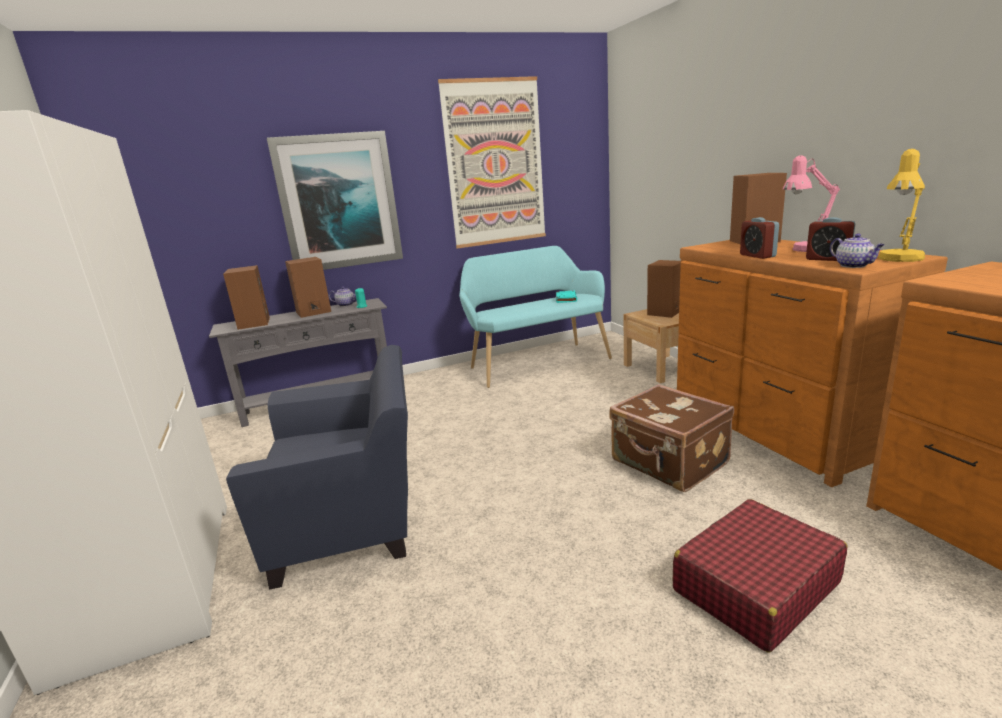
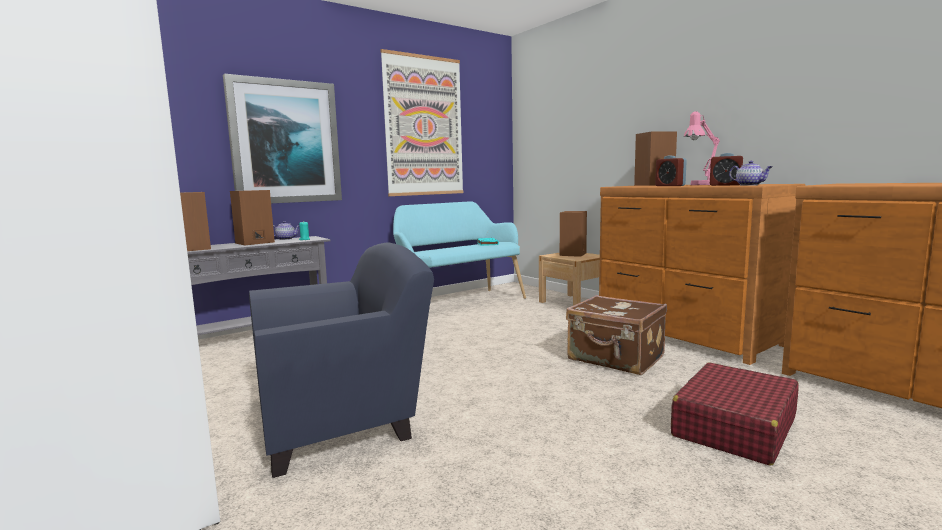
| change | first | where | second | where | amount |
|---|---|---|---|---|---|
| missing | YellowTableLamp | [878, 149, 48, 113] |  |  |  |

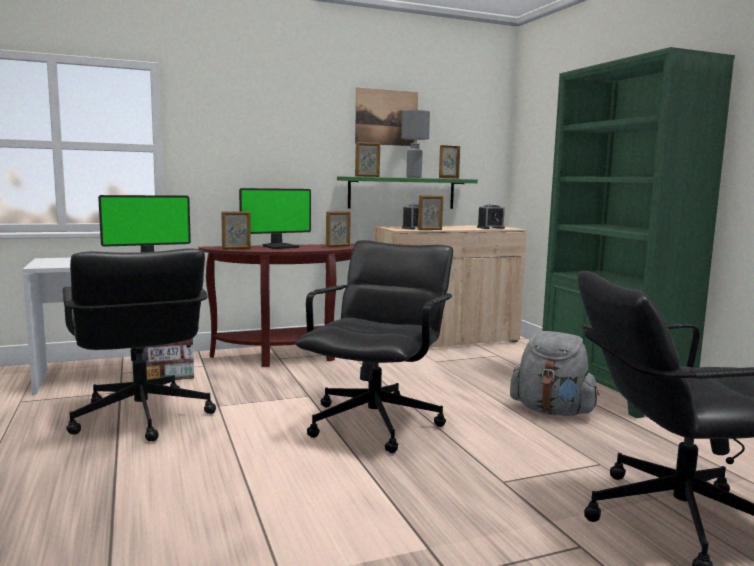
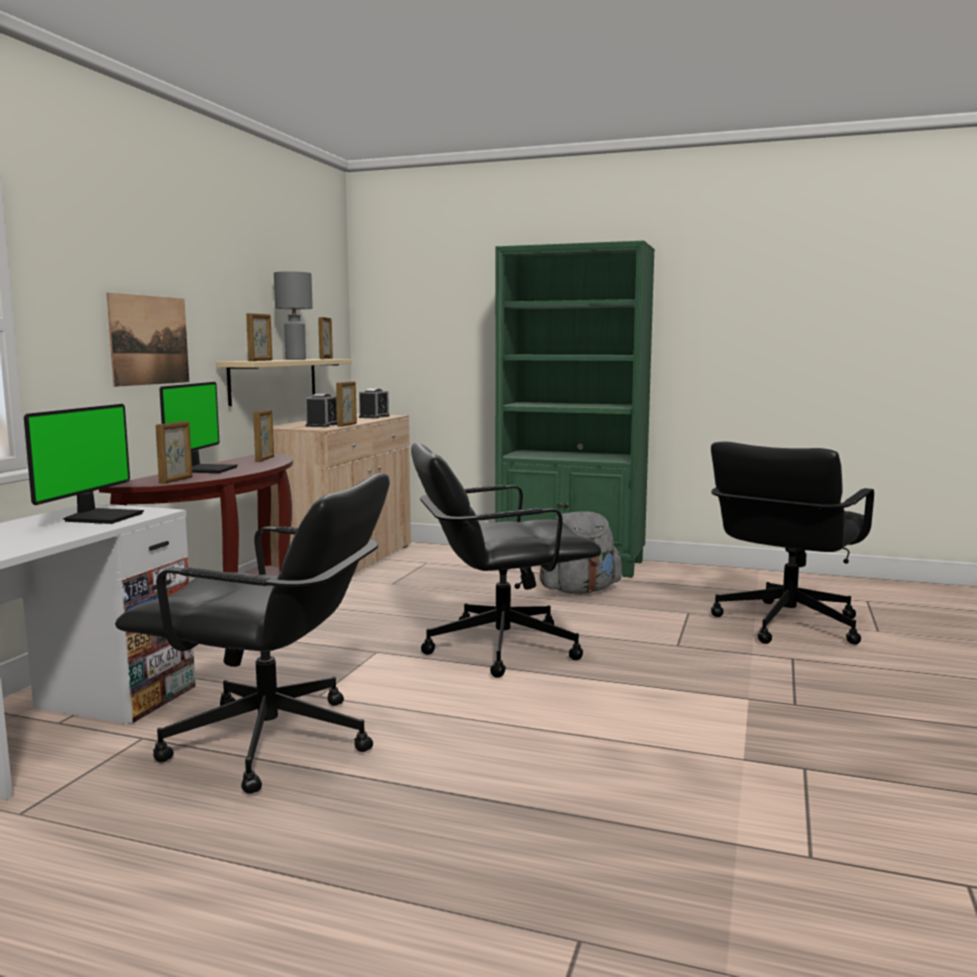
| change | first | where | second | where | amount |
|---|---|---|---|---|---|
| relocated | Picture | [355, 88, 63, 58] |  | [107, 293, 82, 94] |  |
| colour | GreenShelf | [337, 176, 141, 33] | BeigeShelf | [216, 359, 136, 47] |  |
| spun | BlackOfficeChair | [295, 240, 158, 213] |  | [411, 443, 190, 235] | 75 degrees counterclockwise |

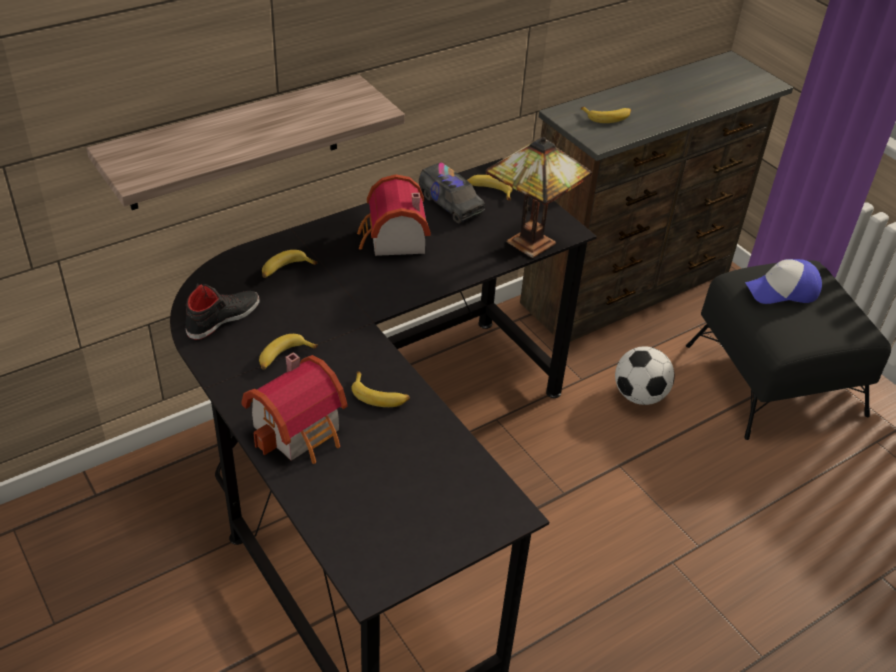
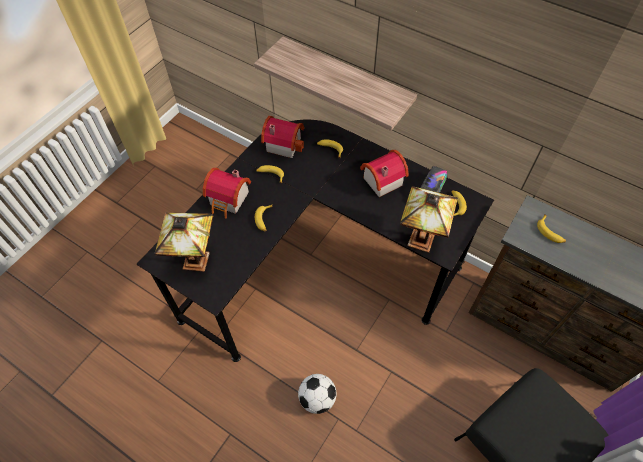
| change | first | where | second | where | amount |
|---|---|---|---|---|---|
| missing | Cap | [745, 259, 77, 45] |  |  |  |
| exchanged | BlackShoe | [185, 283, 75, 57] | ToyHouse | [261, 116, 43, 42] |  |
| relocated | Football | [615, 346, 60, 59] |  | [298, 374, 39, 40] |  |
| appeared |  |  | TableLamp | [154, 212, 59, 60] |  |

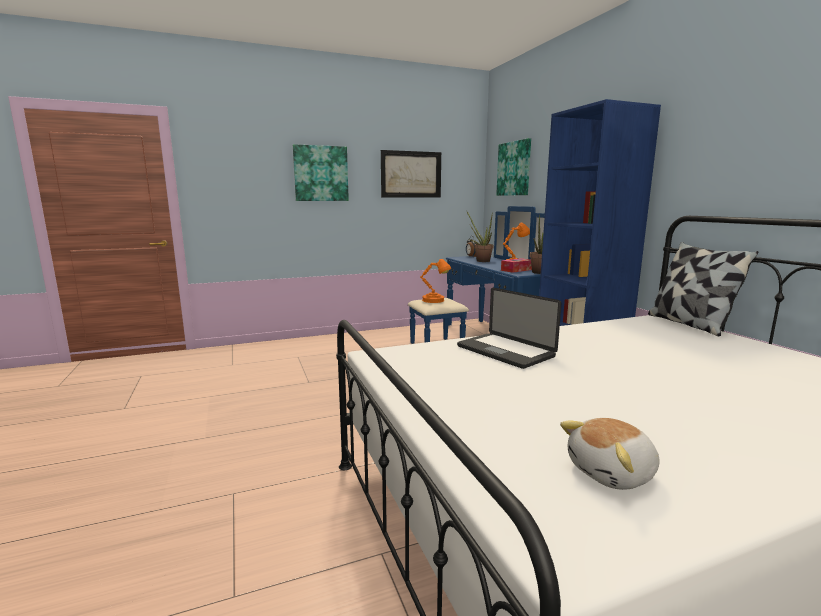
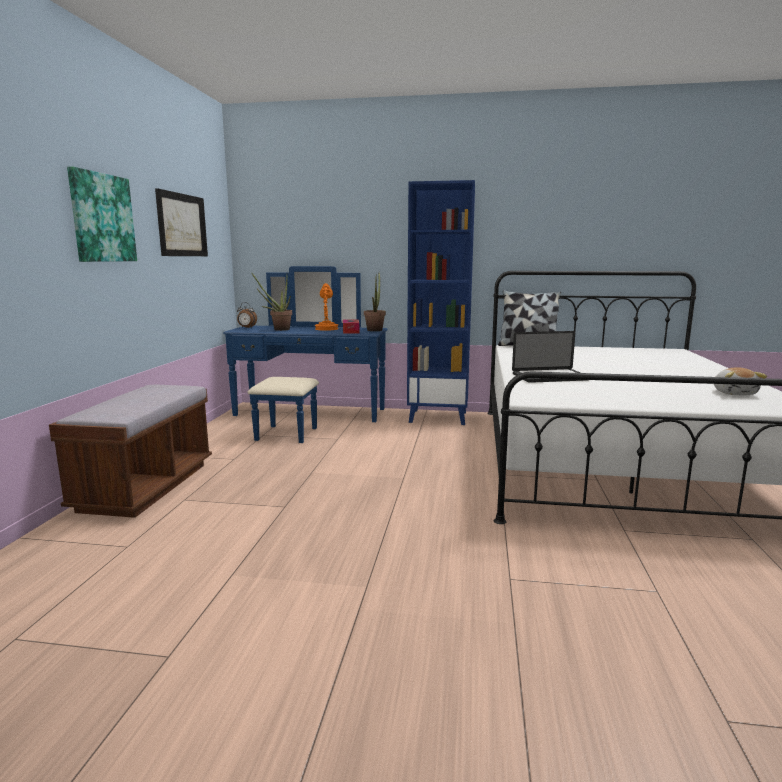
| change | first | where | second | where | amount |
|---|---|---|---|---|---|
| missing | Picture | [496, 138, 35, 58] |  |  |  |
| missing | OrangeTableLamp | [420, 259, 31, 44] |  |  |  |
| appeared |  |  | BrownBench | [49, 385, 163, 133] |  |

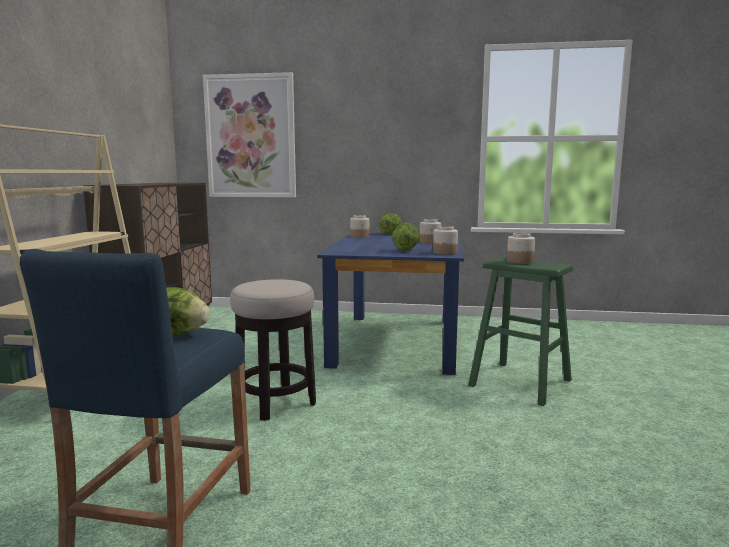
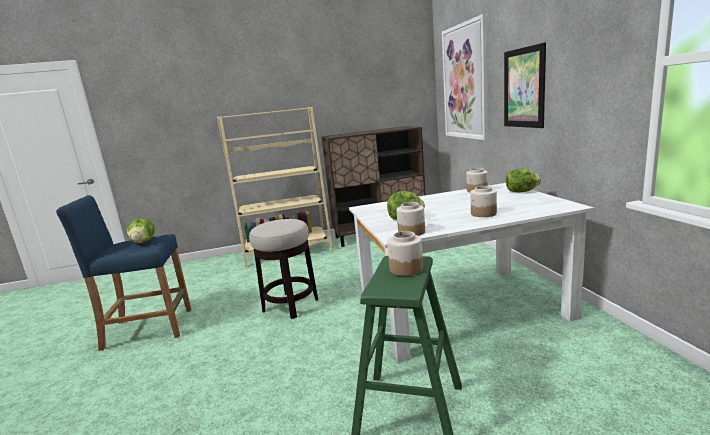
| change | first | where | second | where | amount |
|---|---|---|---|---|---|
| colour | BlueDiningTable | [317, 232, 147, 143] | WhiteDiningTable | [349, 183, 245, 179] |  |
| appeared |  |  | Picture | [504, 42, 42, 86] |  |

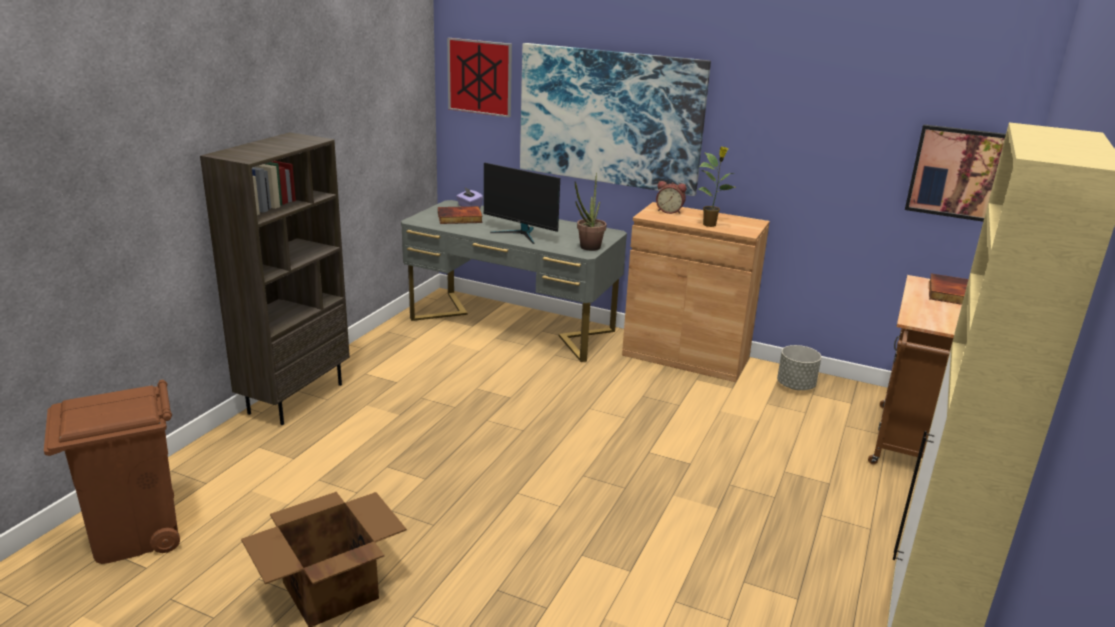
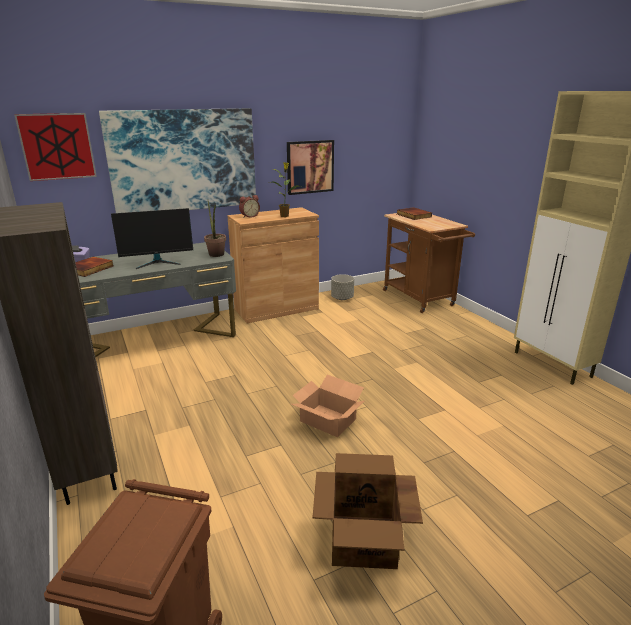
| change | first | where | second | where | amount |
|---|---|---|---|---|---|
| relocated | Picture | [905, 124, 101, 98] |  | [287, 140, 47, 55] |  |
| appeared |  |  | CardboardBox | [292, 374, 72, 63] |  |

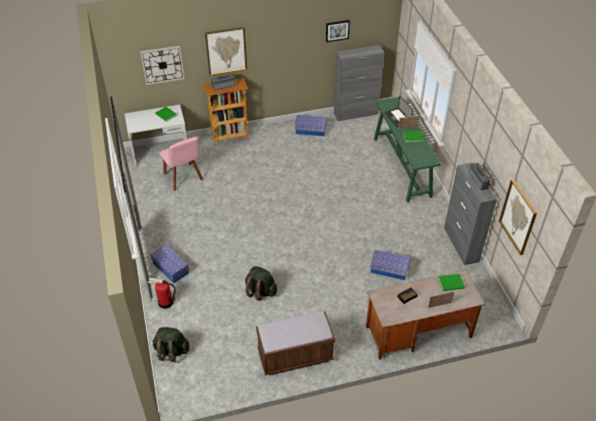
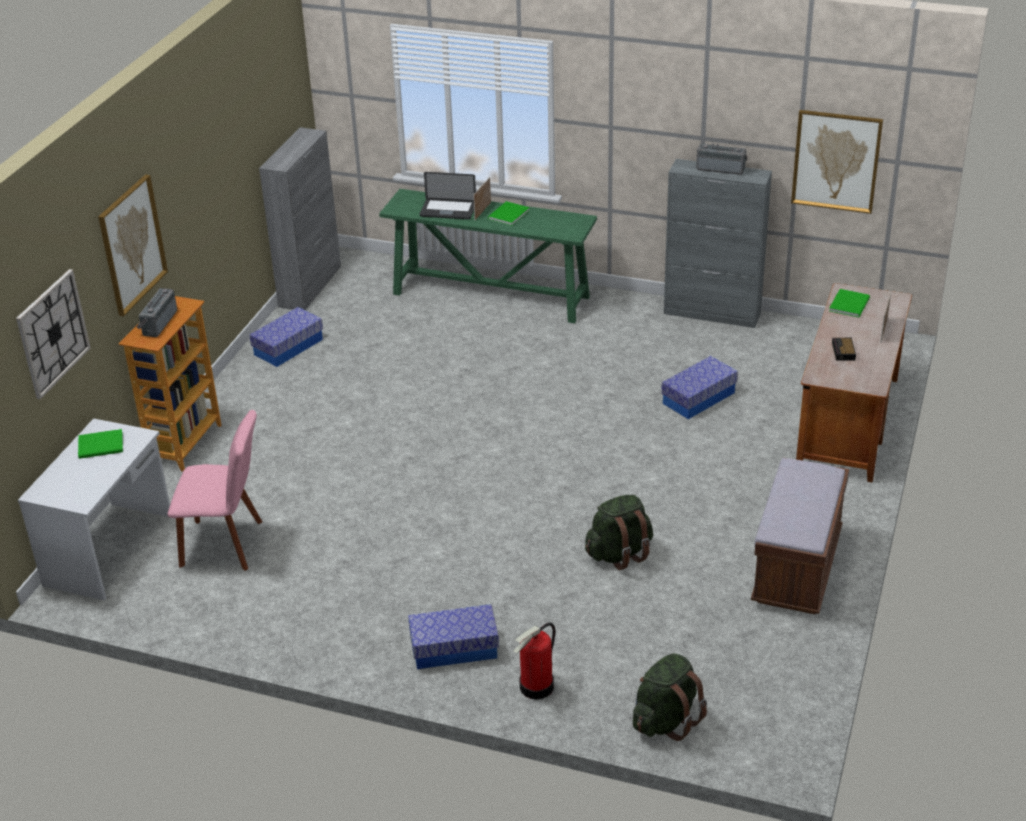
| change | first | where | second | where | amount |
|---|---|---|---|---|---|
| missing | Picture | [326, 20, 24, 22] |  |  |  |

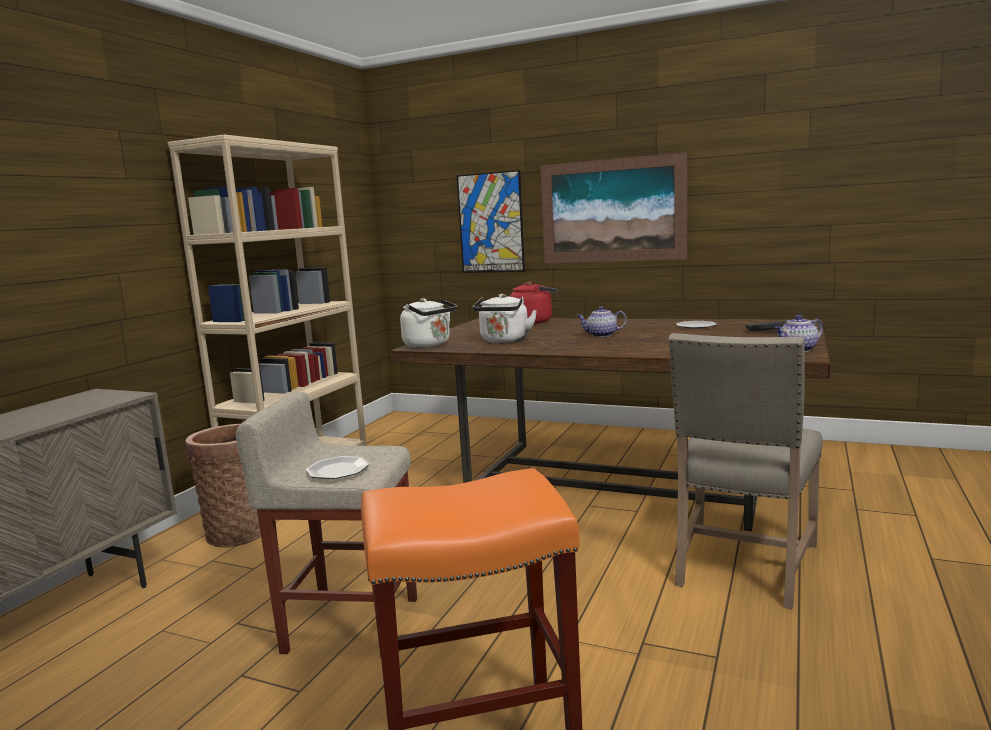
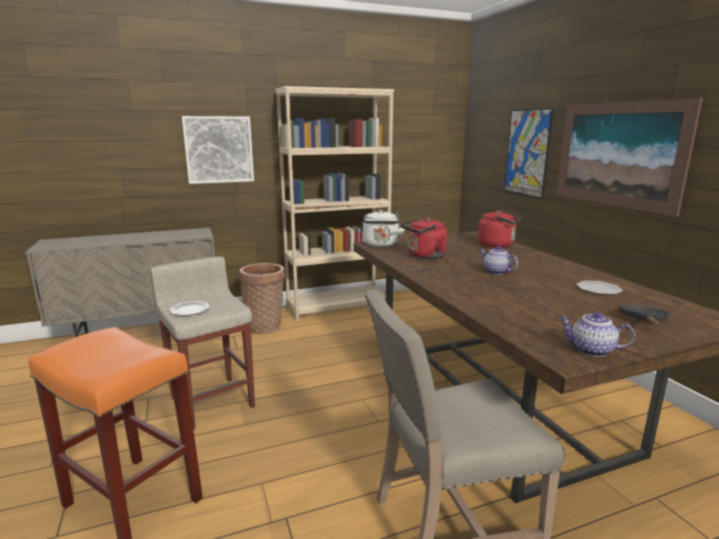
| change | first | where | second | where | amount |
|---|---|---|---|---|---|
| colour | WhiteKettle | [473, 294, 64, 49] | RedKettle | [401, 217, 46, 41] |  |
| appeared |  |  | Picture | [182, 116, 72, 68] |  |

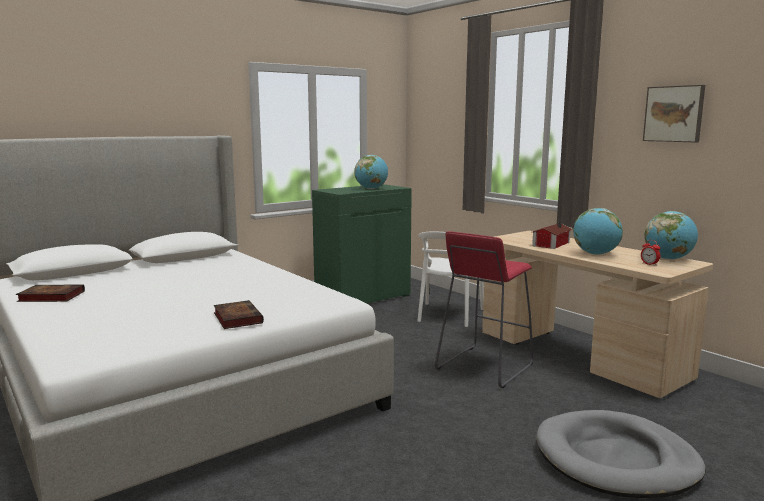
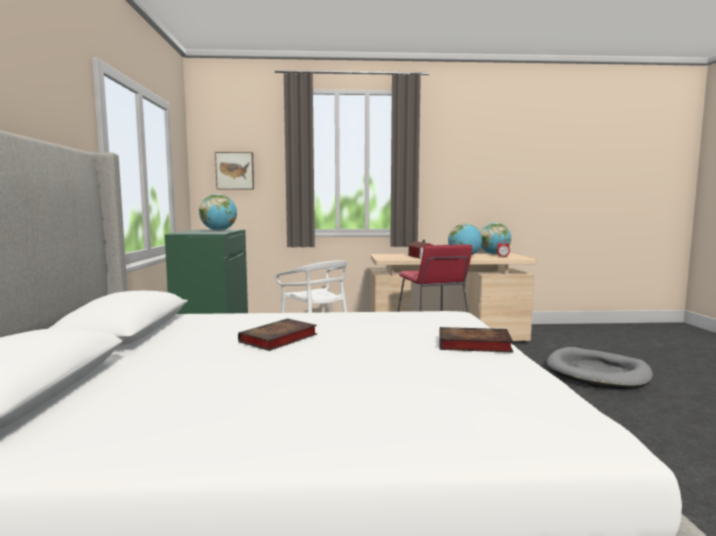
| change | first | where | second | where | amount |
|---|---|---|---|---|---|
| relocated | Picture | [643, 85, 62, 57] |  | [215, 152, 39, 38] |  |
| relocated | Book | [16, 284, 69, 18] |  | [238, 318, 79, 33] |  |

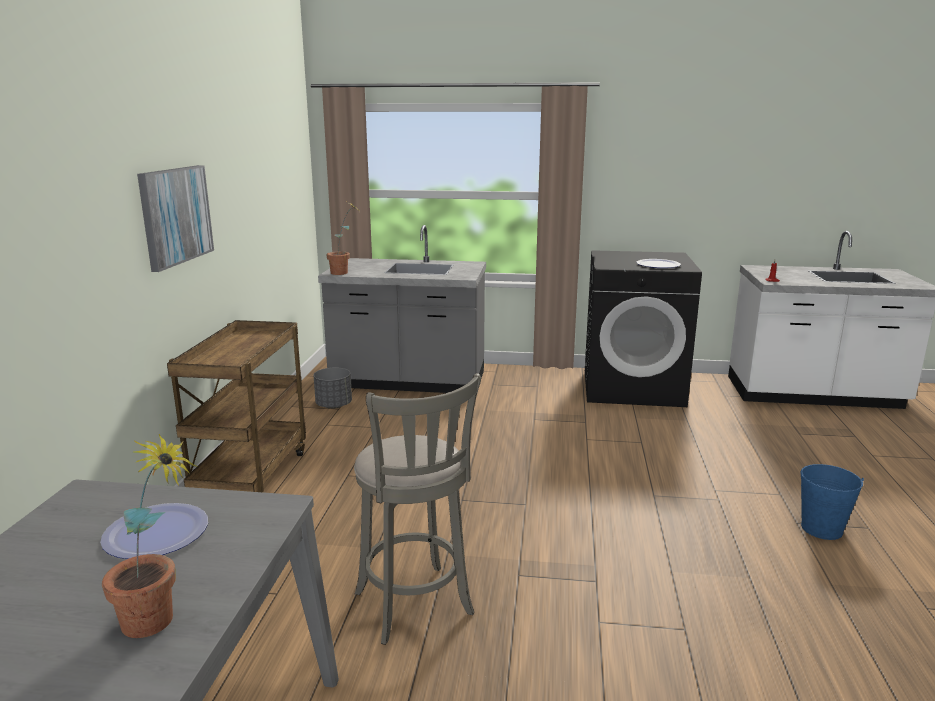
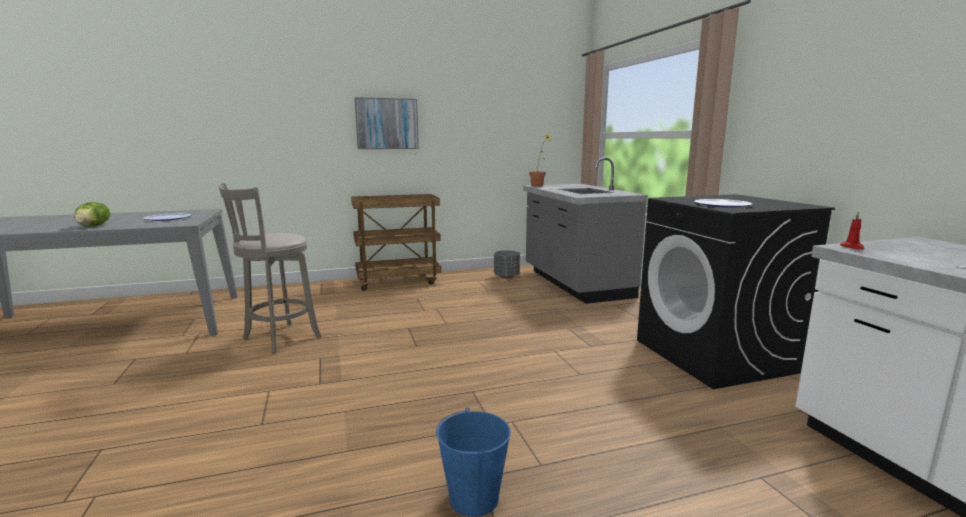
| change | first | where | second | where | amount |
|---|---|---|---|---|---|
| exchanged | PottedPlant | [102, 434, 95, 204] | Lettuce | [74, 202, 36, 24] |  |

